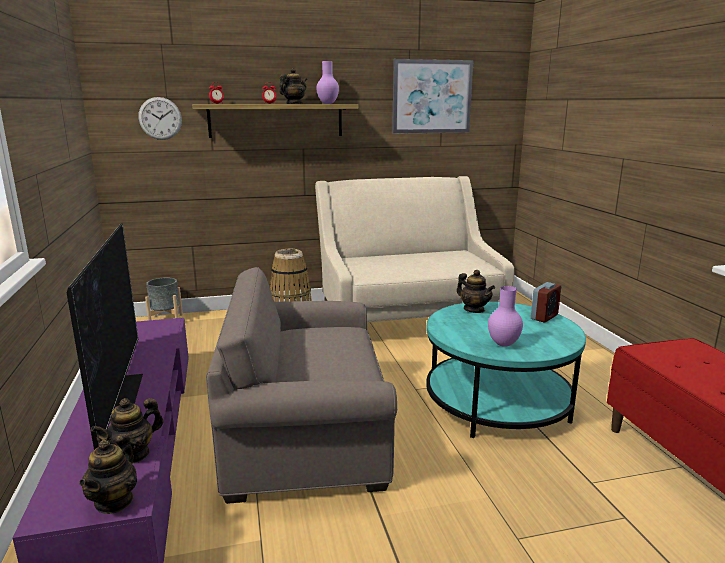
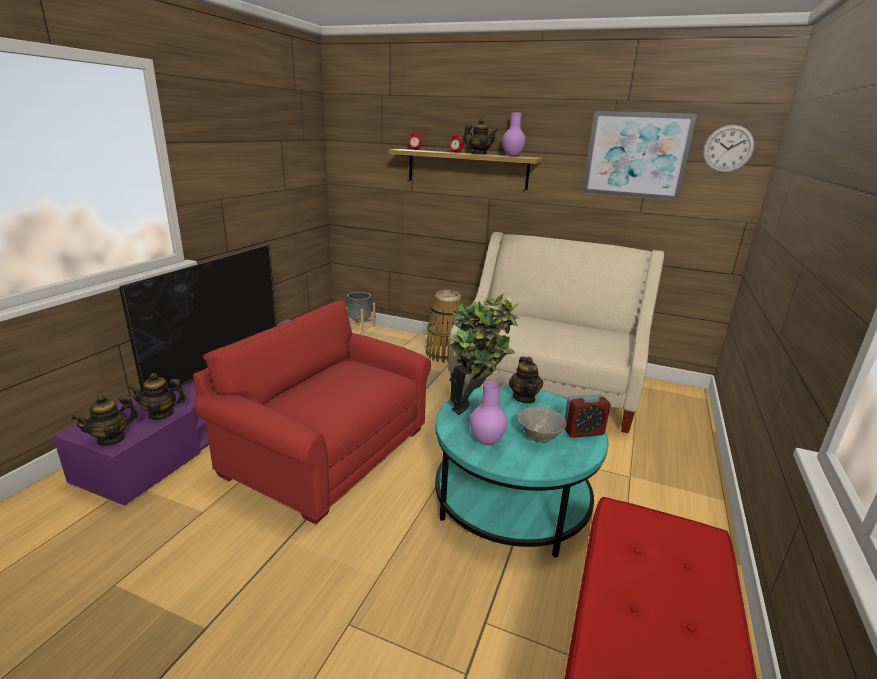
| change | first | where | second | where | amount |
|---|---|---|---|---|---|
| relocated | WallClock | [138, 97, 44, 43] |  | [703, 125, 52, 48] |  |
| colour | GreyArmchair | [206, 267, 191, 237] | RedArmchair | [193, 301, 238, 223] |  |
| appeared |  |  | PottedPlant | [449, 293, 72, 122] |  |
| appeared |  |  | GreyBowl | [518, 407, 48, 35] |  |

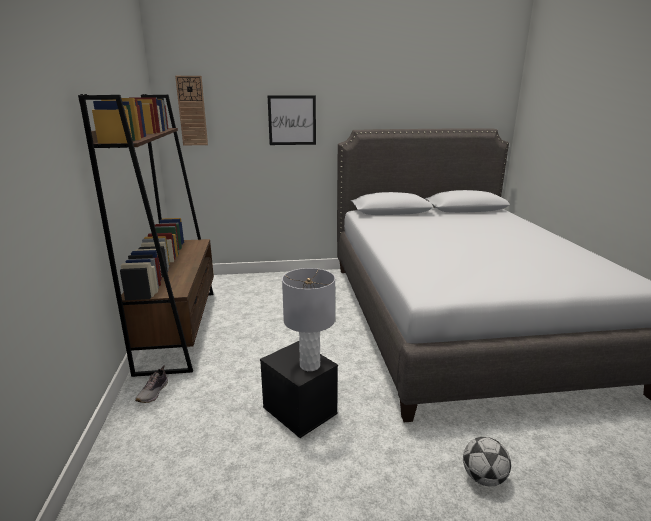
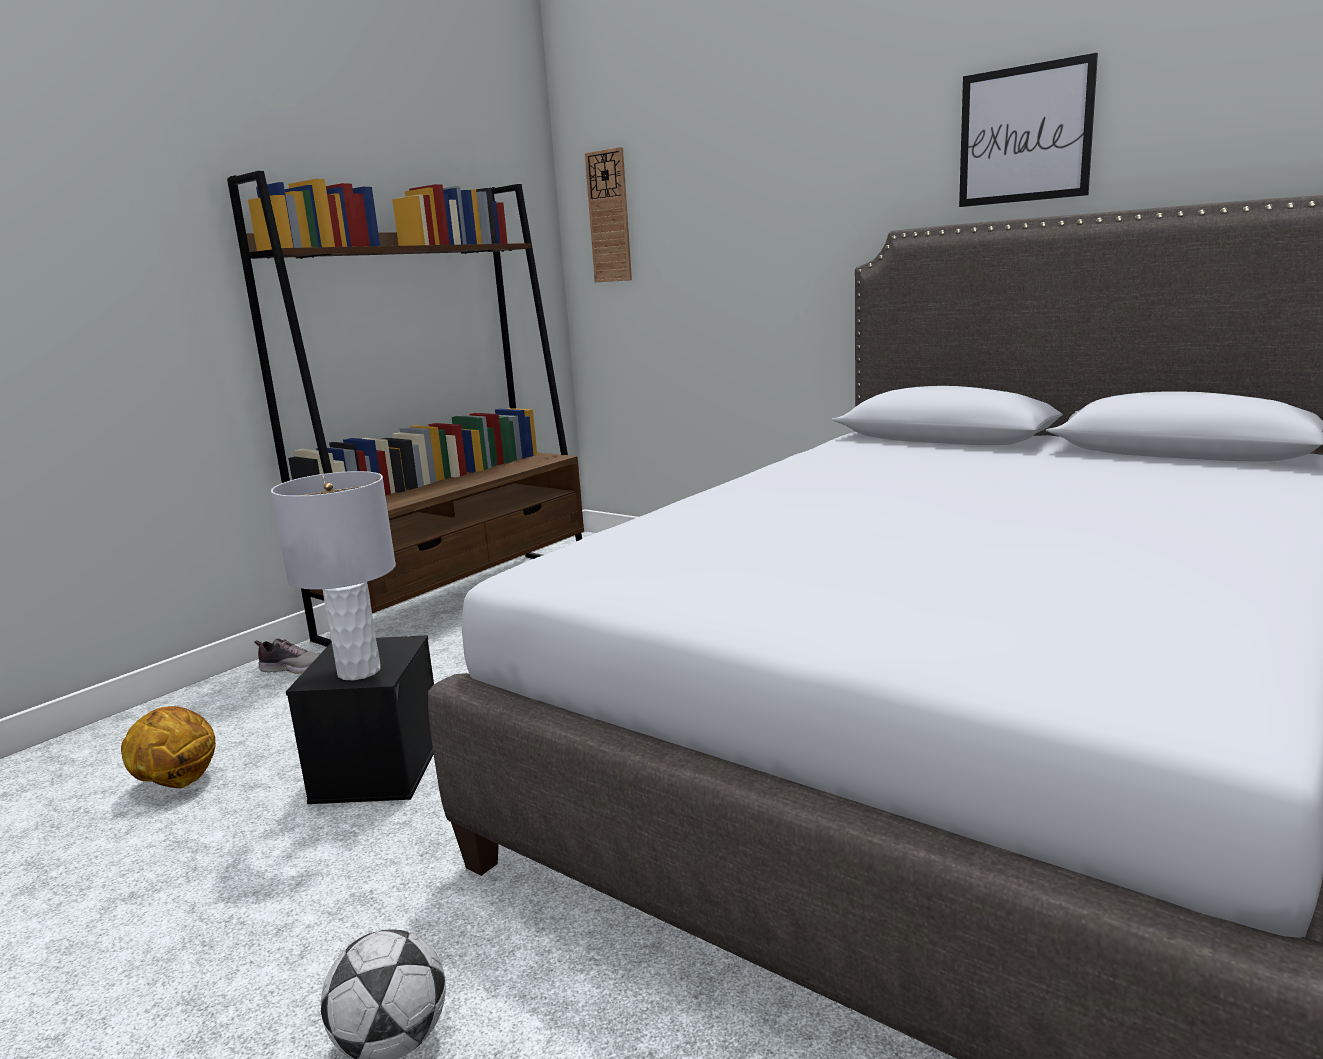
| change | first | where | second | where | amount |
|---|---|---|---|---|---|
| relocated | Picture | [268, 95, 48, 50] |  | [959, 53, 139, 154] |  |
| spun | Shoe | [135, 365, 33, 38] |  | [254, 639, 66, 35] | 135 degrees counterclockwise |
| appeared |  |  | Basketball | [121, 706, 95, 82] |  |

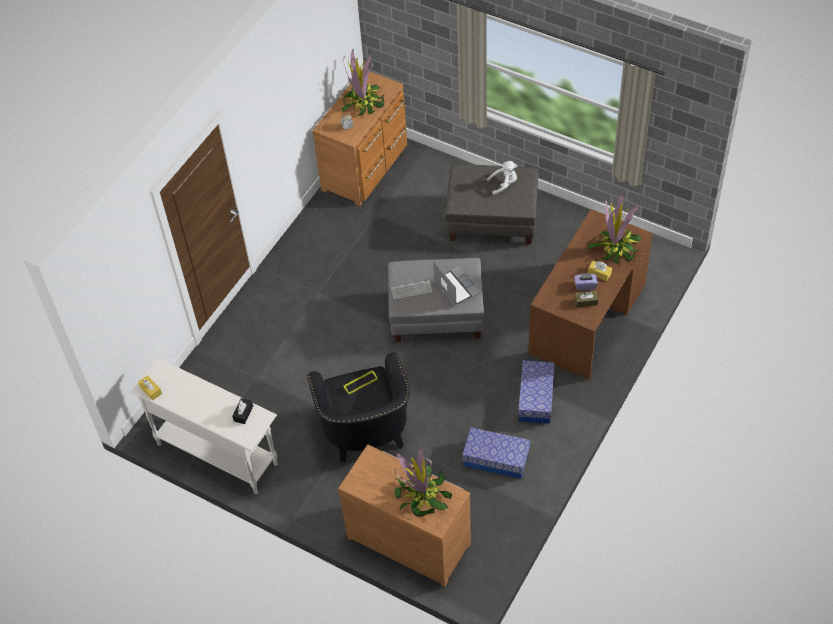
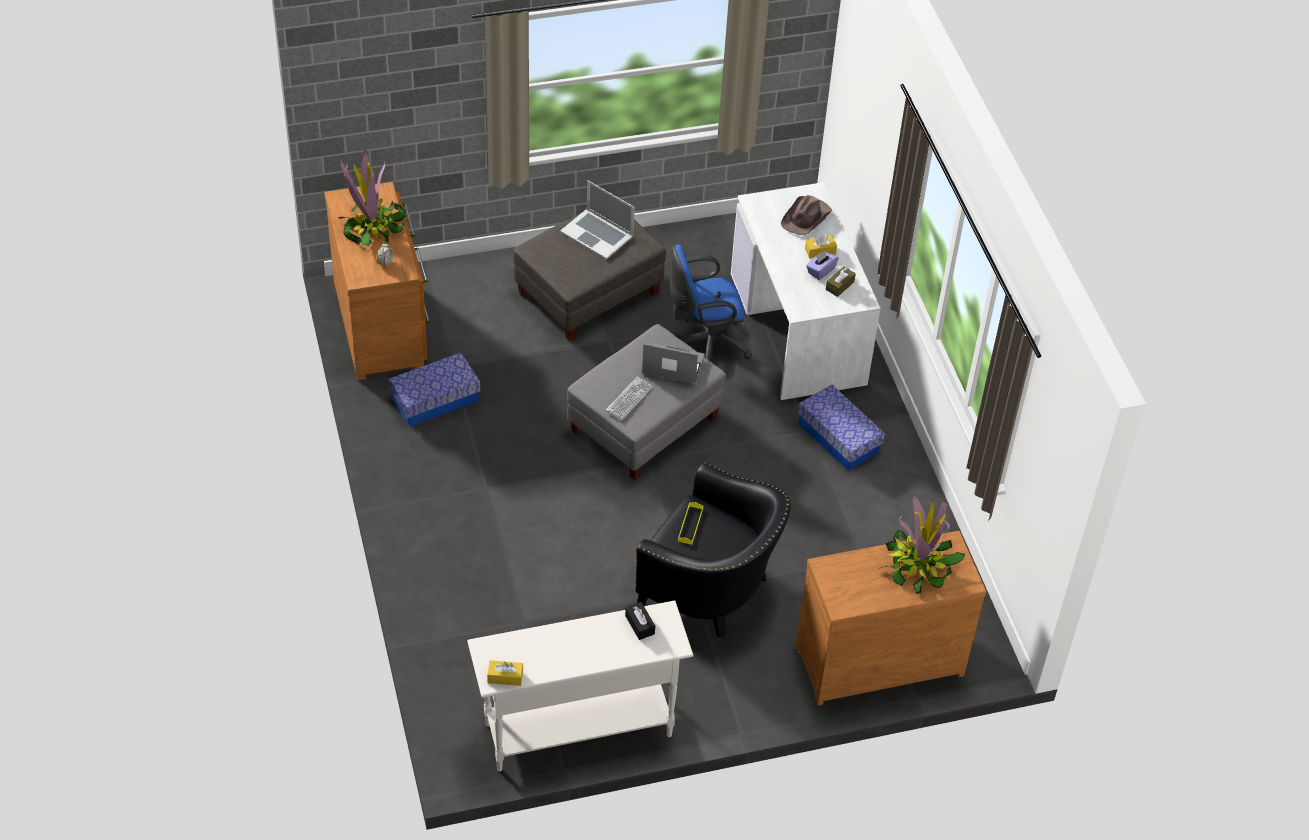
| change | first | where | second | where | amount |
|---|---|---|---|---|---|
| exchanged | WhitePlushToy | [487, 161, 30, 34] | Laptop | [560, 180, 75, 80] |  |
| exchanged | PottedPlant | [588, 193, 54, 70] | BrownHat | [781, 195, 51, 40] |  |
| colour | BrownDesk | [529, 209, 124, 171] | WhiteDesk | [731, 182, 149, 218] |  |
| relocated | StorageBox | [462, 427, 68, 52] |  | [389, 353, 91, 74] |  |
| appeared |  |  | BlueOfficeChair | [670, 245, 82, 117] |  |

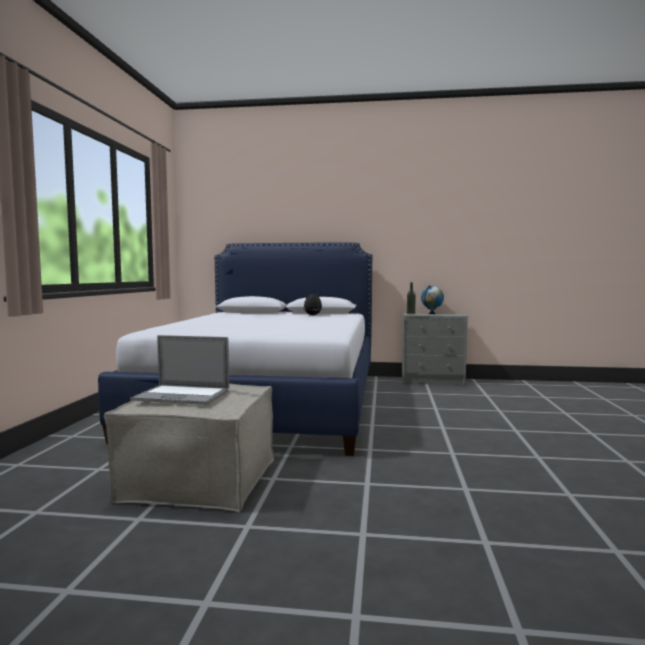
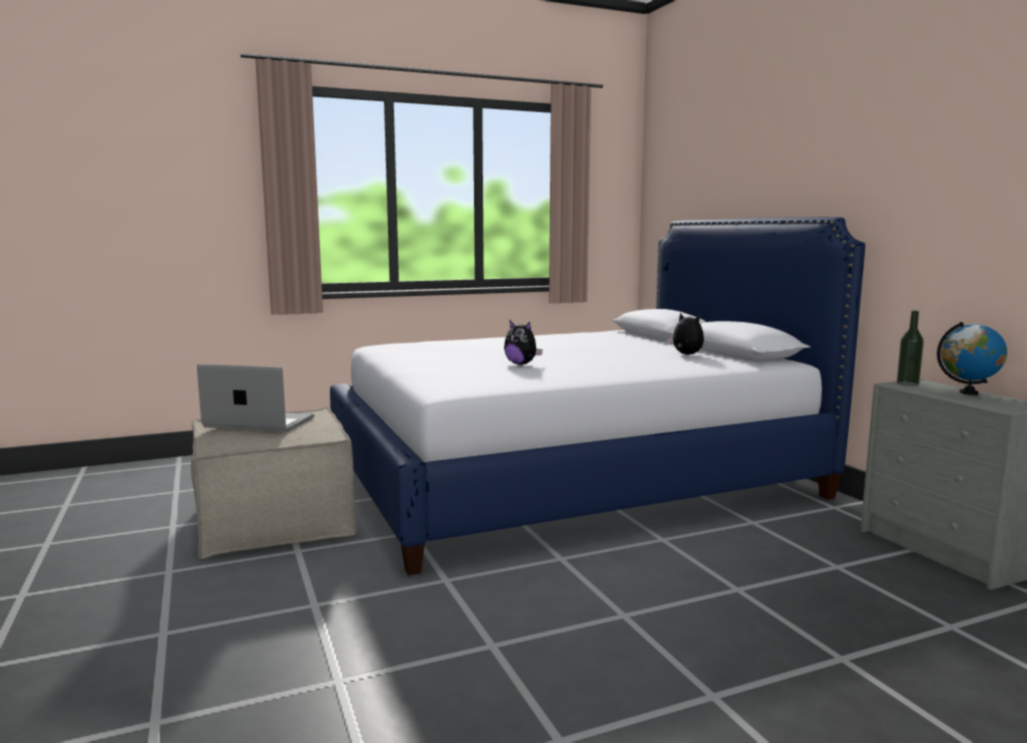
| change | first | where | second | where | amount |
|---|---|---|---|---|---|
| spun | Laptop | [130, 335, 99, 70] |  | [197, 364, 117, 68] | 120 degrees clockwise |
| appeared |  |  | PlushToy | [504, 321, 39, 44] |  |

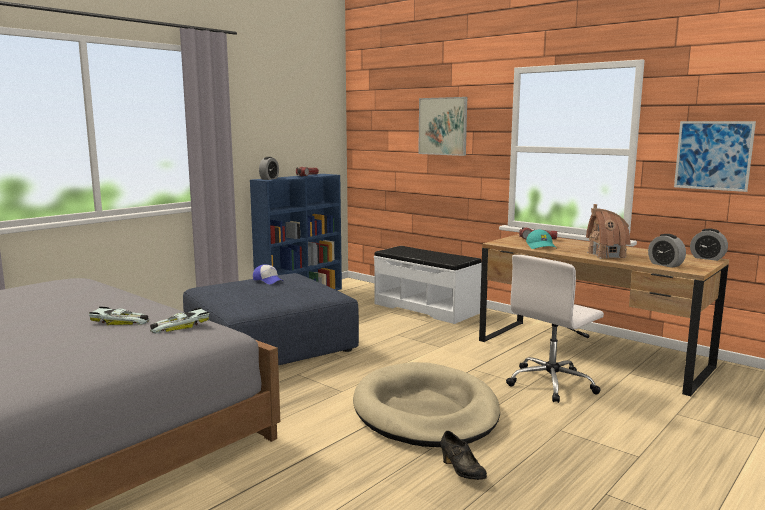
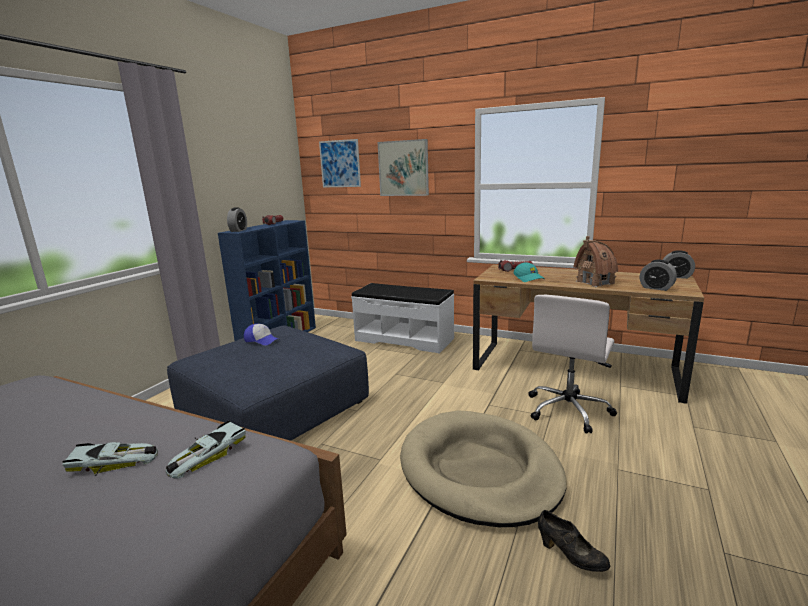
| change | first | where | second | where | amount |
|---|---|---|---|---|---|
| relocated | Picture | [674, 121, 82, 71] |  | [319, 139, 42, 48] |  |

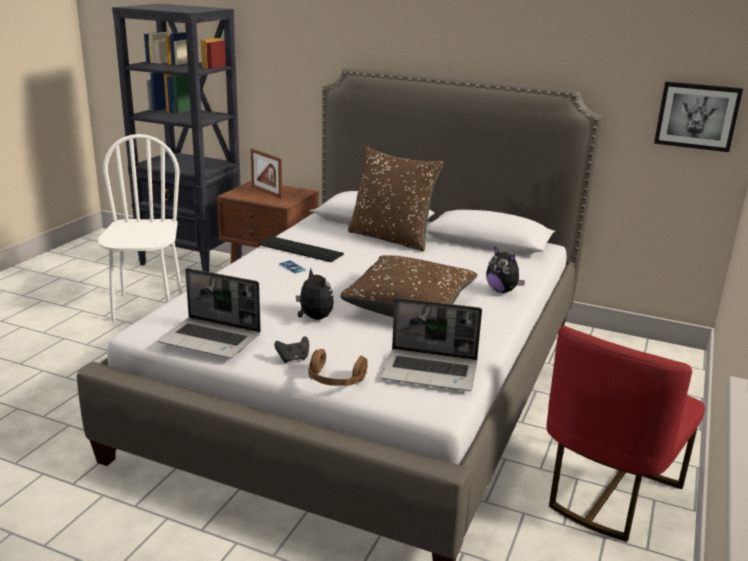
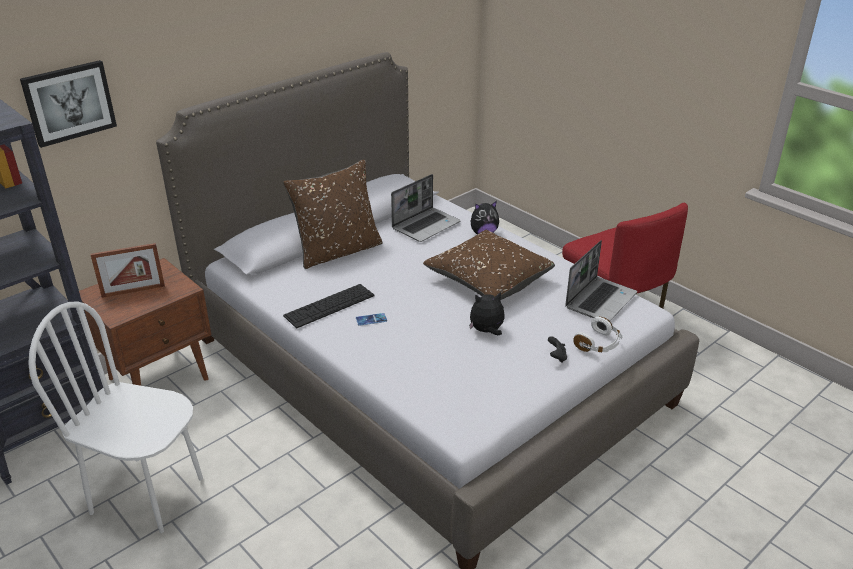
| change | first | where | second | where | amount |
|---|---|---|---|---|---|
| relocated | Picture | [654, 81, 89, 71] |  | [20, 60, 97, 88] |  |
| relocated | Laptop | [157, 268, 104, 90] |  | [391, 174, 69, 68] |  |
| colour | BrownHeadphones | [308, 349, 60, 38] | WhiteHeadphones | [573, 317, 50, 35] |  |

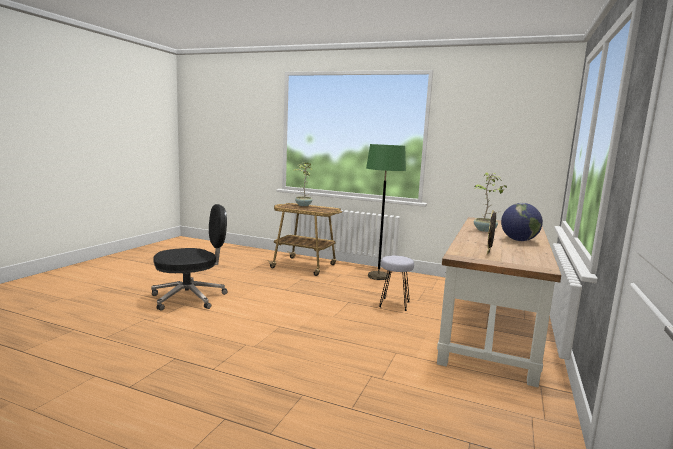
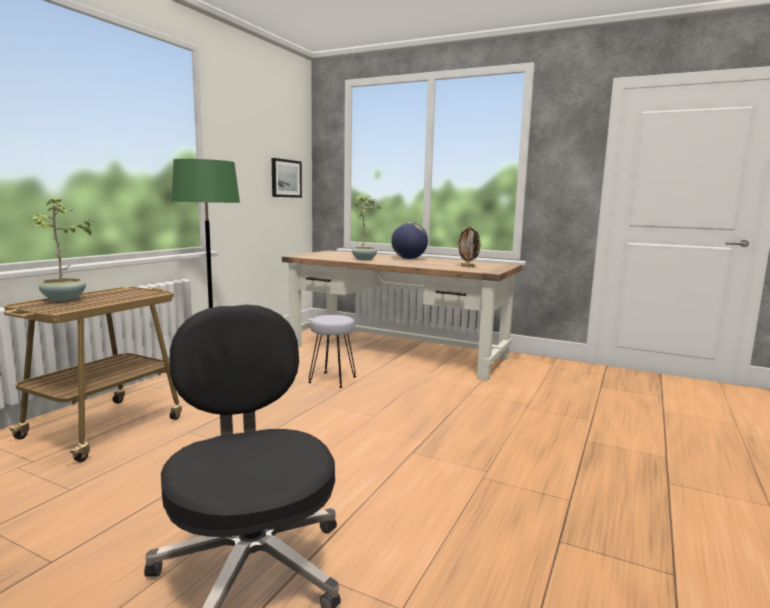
| change | first | where | second | where | amount |
|---|---|---|---|---|---|
| appeared |  |  | Picture | [272, 158, 30, 40] |  |

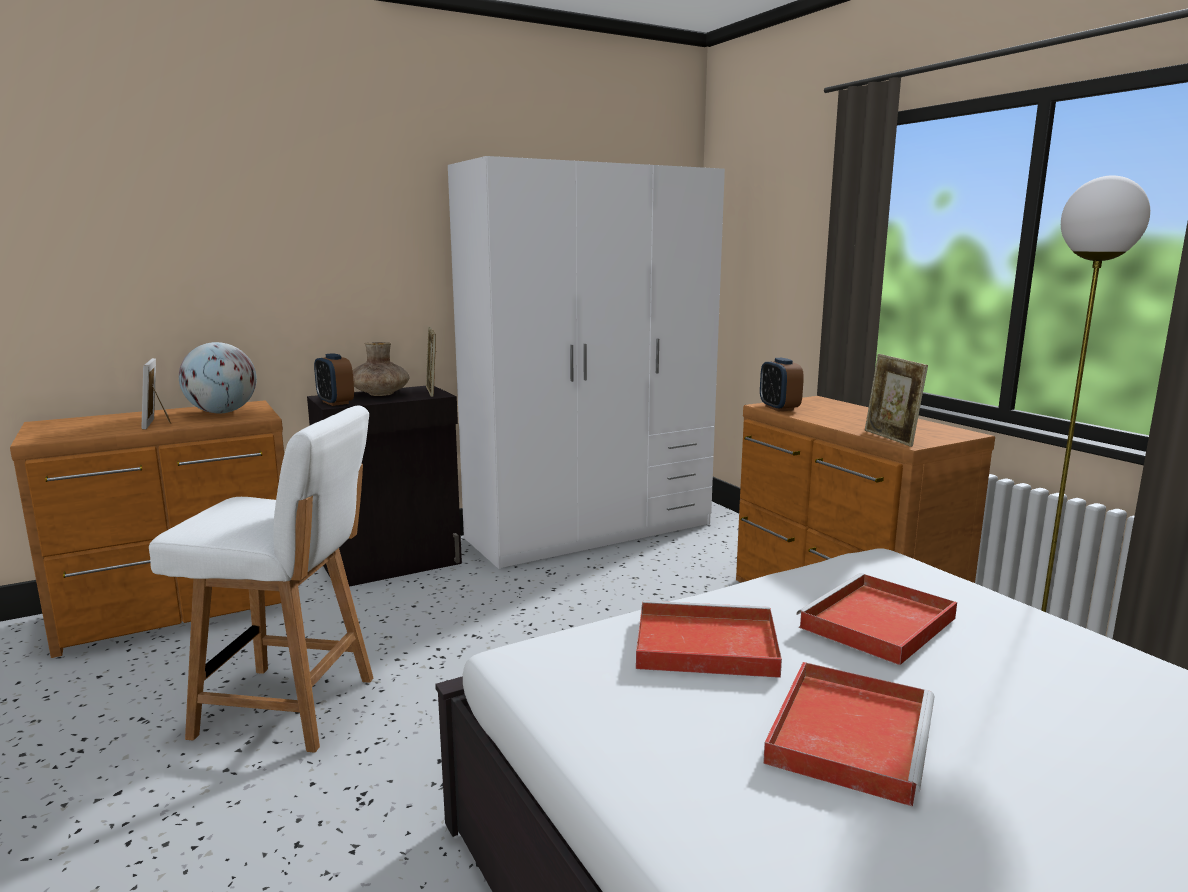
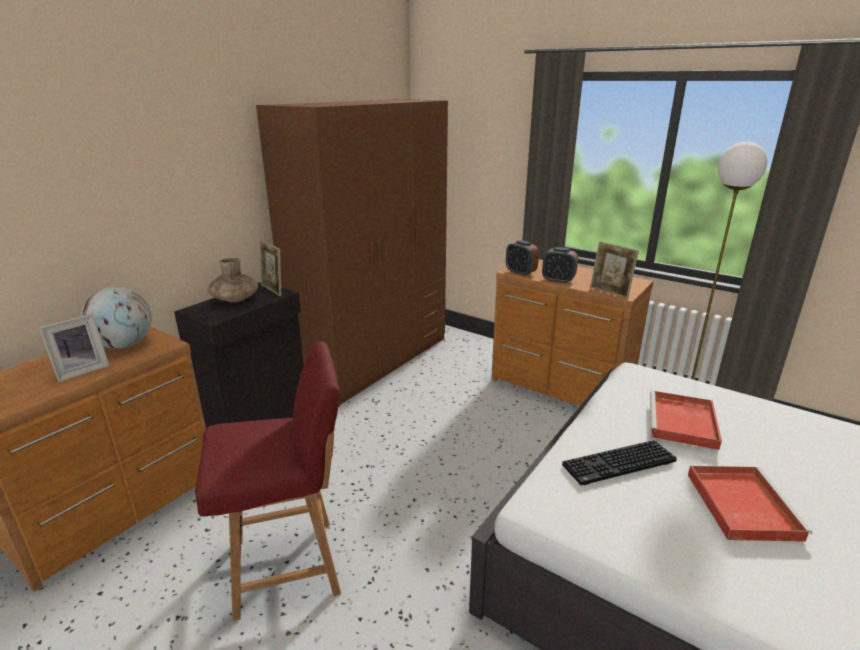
| change | first | where | second | where | amount |
|---|---|---|---|---|---|
| colour | WhiteWardrobe | [448, 156, 277, 413] | BrownWardrobe | [256, 99, 192, 308] |  |
| relocated | AlarmClock | [314, 353, 40, 53] |  | [542, 247, 36, 37] |  |
| spun | PictureFrame | [141, 358, 30, 72] |  | [39, 314, 70, 68] | 90 degrees counterclockwise |
| colour | WhiteChair | [149, 405, 224, 348] | RedChair | [195, 342, 146, 279] |  |
| exchanged | RedTray | [636, 601, 146, 77] | Keyboard | [562, 440, 115, 45] |  |

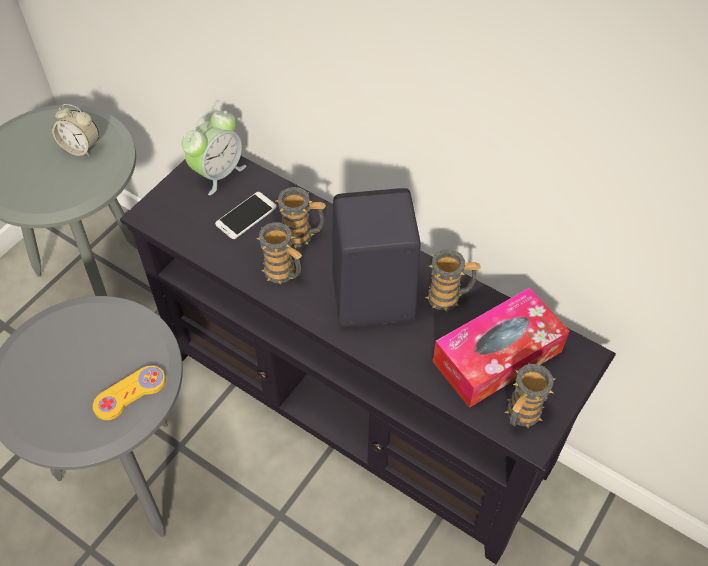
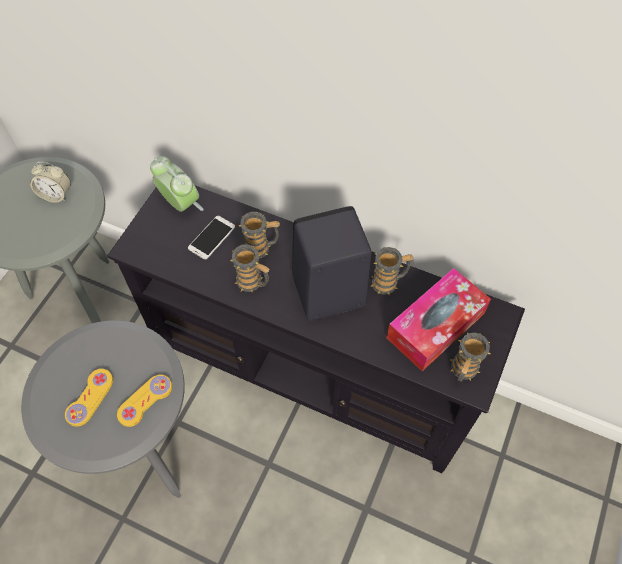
| change | first | where | second | where | amount |
|---|---|---|---|---|---|
| spun | AlarmClock | [182, 111, 64, 84] |  | [150, 156, 54, 56] | 75 degrees counterclockwise |
| appeared |  |  | YellowGameController | [65, 369, 48, 58] |  |

